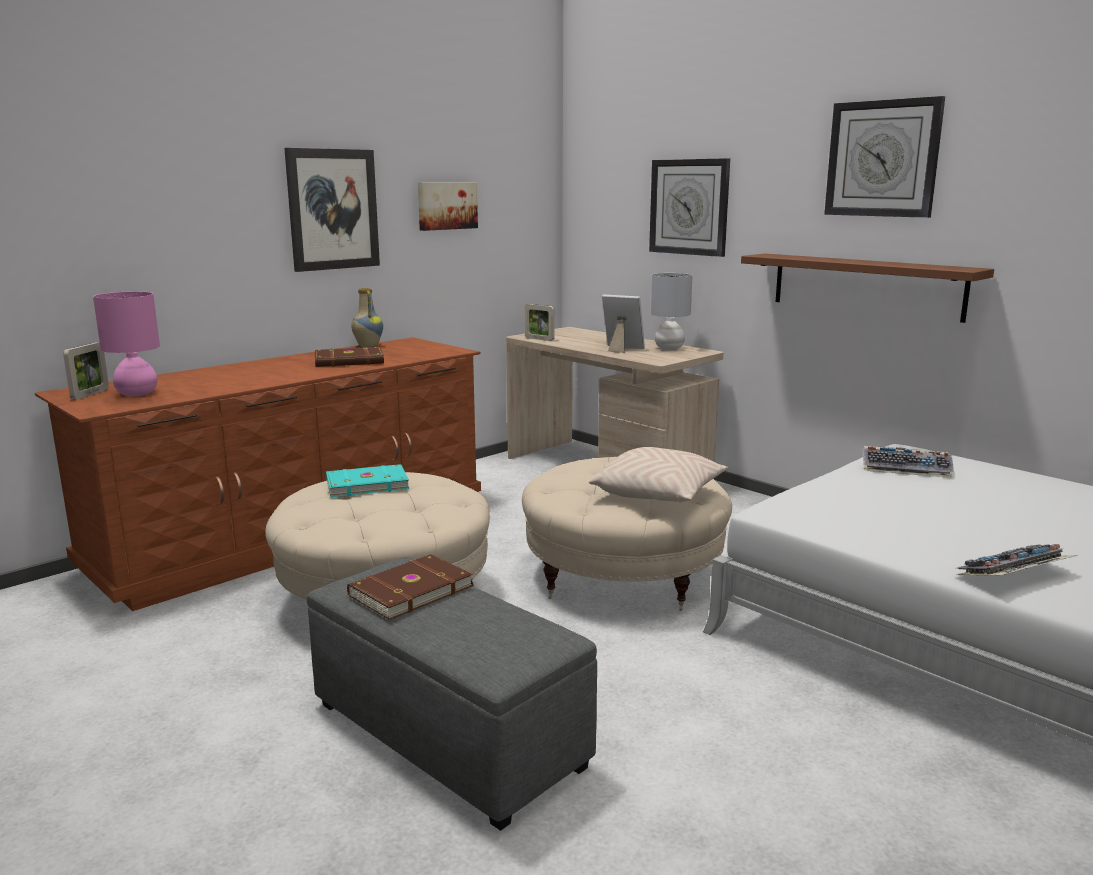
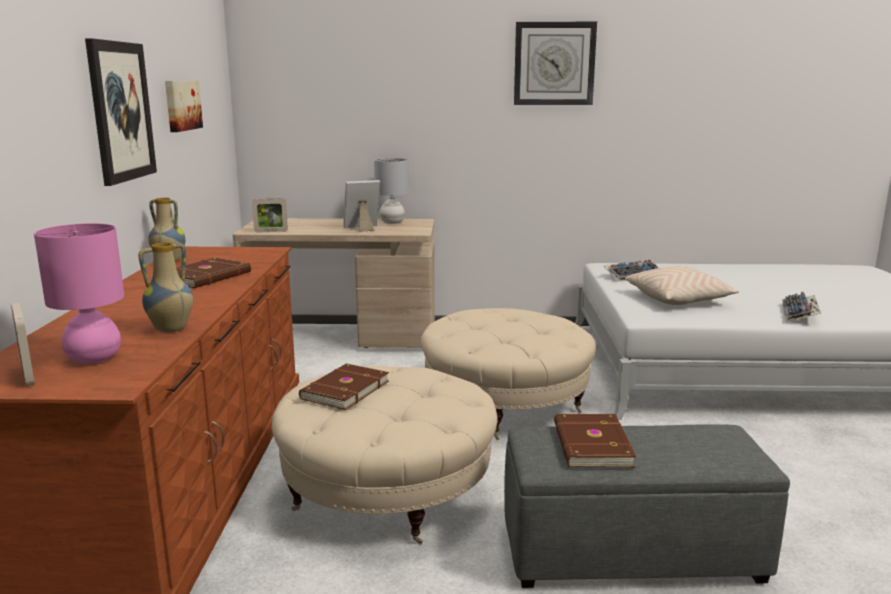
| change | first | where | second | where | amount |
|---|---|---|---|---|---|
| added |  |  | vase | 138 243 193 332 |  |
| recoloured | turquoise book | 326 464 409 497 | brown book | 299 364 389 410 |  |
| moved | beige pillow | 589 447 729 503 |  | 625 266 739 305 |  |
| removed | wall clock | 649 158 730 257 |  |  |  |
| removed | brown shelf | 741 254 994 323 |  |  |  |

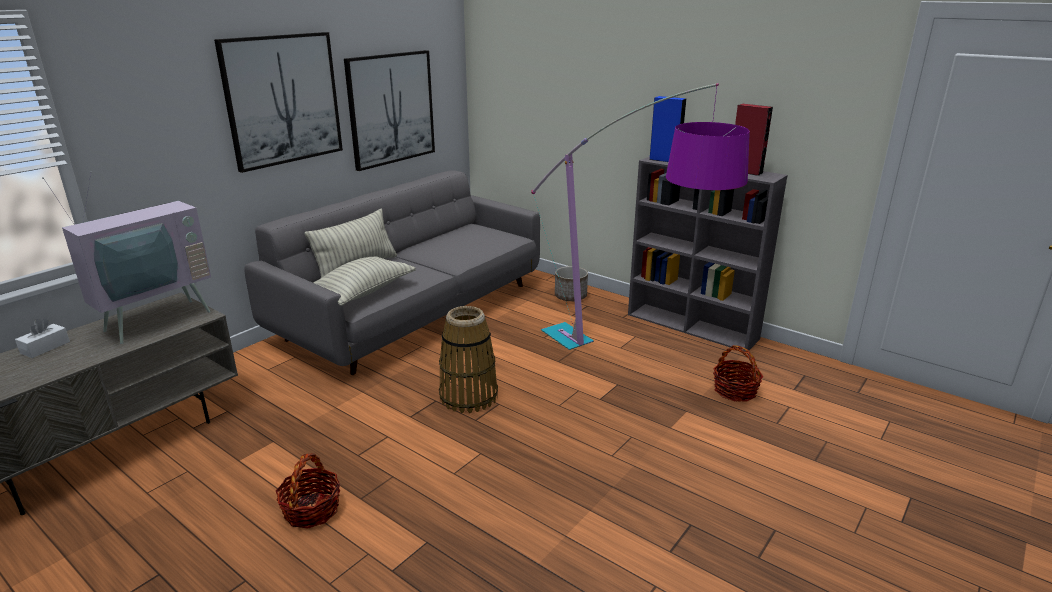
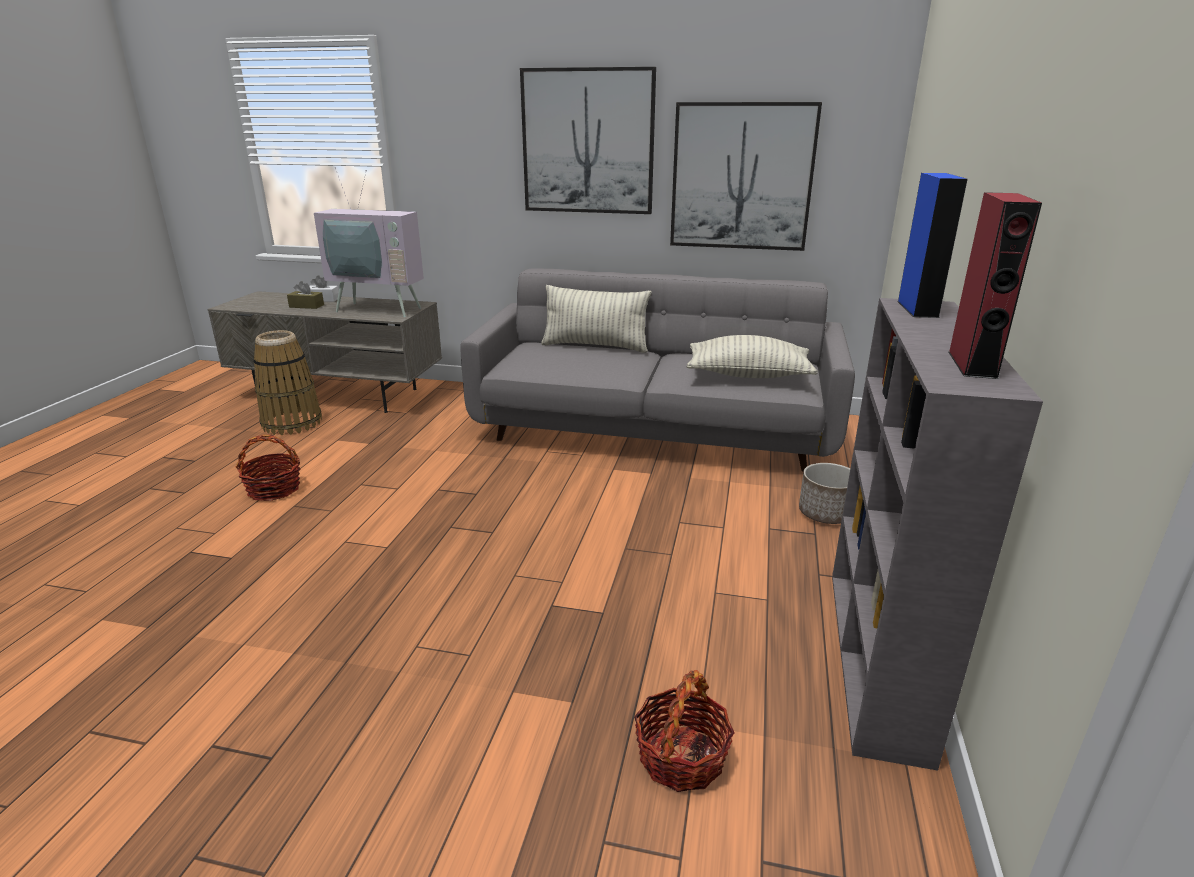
| change | first | where | second | where | amount |
|---|---|---|---|---|---|
| moved | basket | 439 306 498 413 |  | 254 330 322 435 |  |
| added |  |  | brown tissue box | 287 281 324 309 |  |
| moved | pillow | 313 256 416 306 |  | 686 335 818 378 |  |
| removed | floor lamp | 531 83 750 350 |  |  |  |

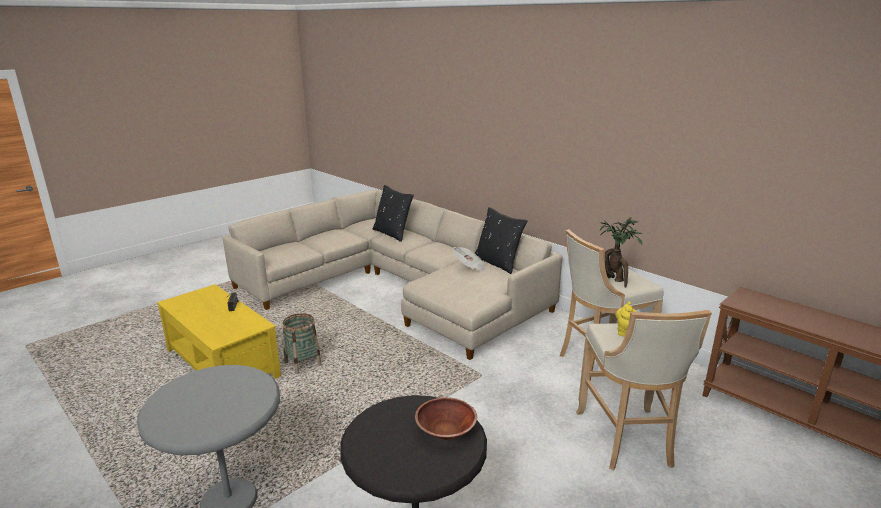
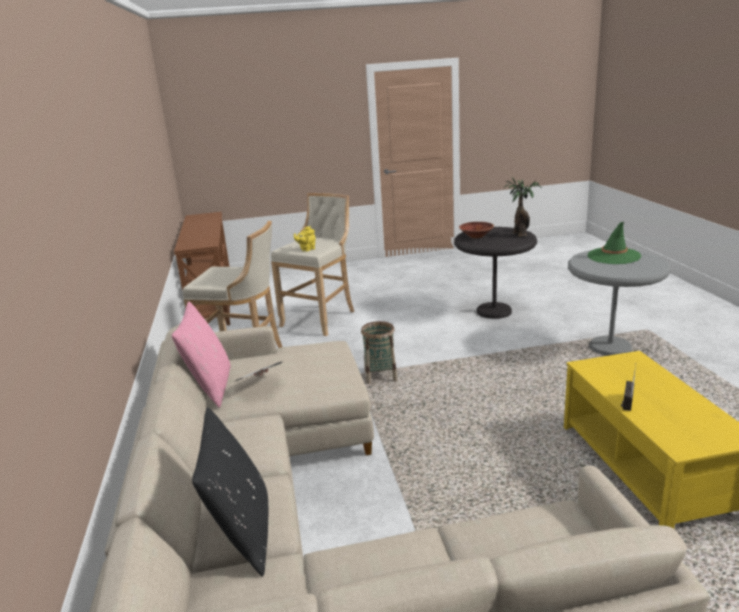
| change | first | where | second | where | amount |
|---|---|---|---|---|---|
| recoloured | black pillow | 475 207 527 274 | pink pillow | 172 301 231 408 |  |
| moved | basket | 283 313 322 374 |  | 361 321 397 384 |  |
| moved | potted plant | 599 217 642 288 |  | 504 177 542 237 |  |
| added |  |  | green hat | 588 222 641 264 |  |

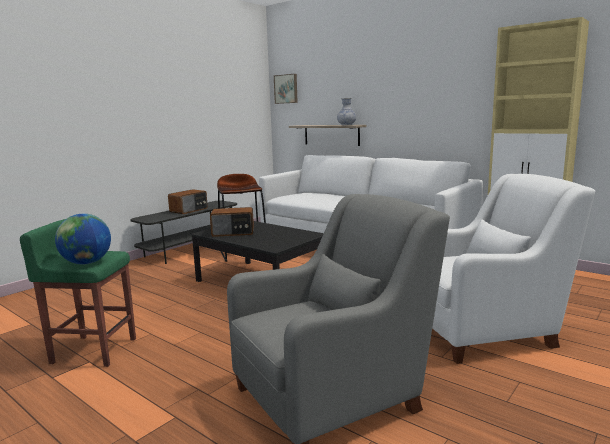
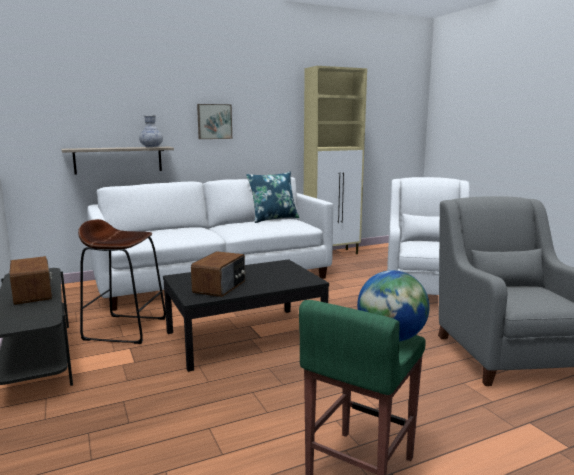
| change | first | where | second | where | amount |
|---|---|---|---|---|---|
| moved | picture | 274 74 298 104 |  | 197 104 232 139 |  |
| added |  |  | blue pillow | 246 172 299 223 |  |

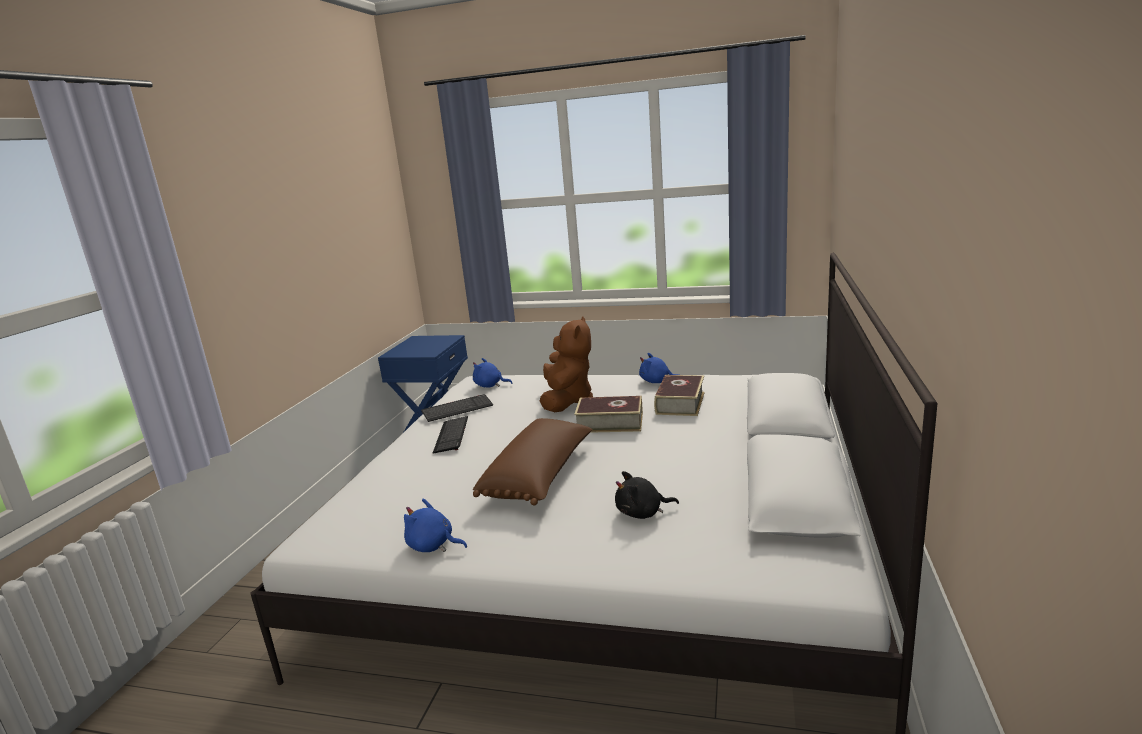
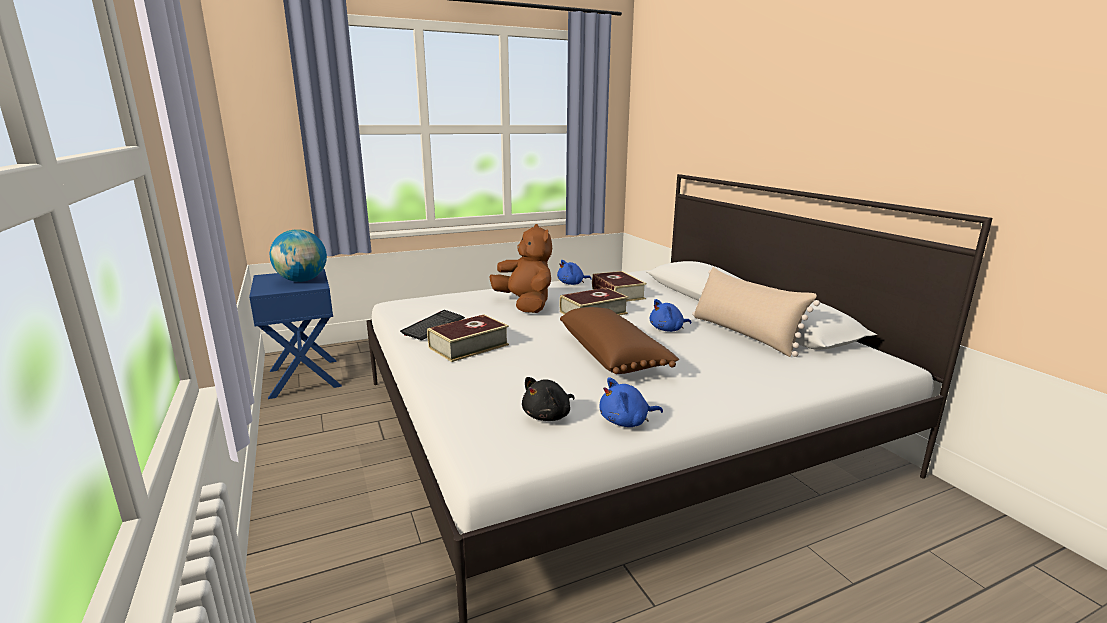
| change | first | where | second | where | amount |
|---|---|---|---|---|---|
| added |  |  | globe | 269 229 327 282 |  |
| replaced | keyboard | 433 416 468 453 | book | 427 314 509 362 |  |
| moved | black plush toy | 615 471 679 519 |  | 522 377 575 421 |  |
| moved | blue plush toy | 473 358 513 387 |  | 650 299 691 332 |  |
| added |  |  | beige pillow | 692 267 820 357 |  |

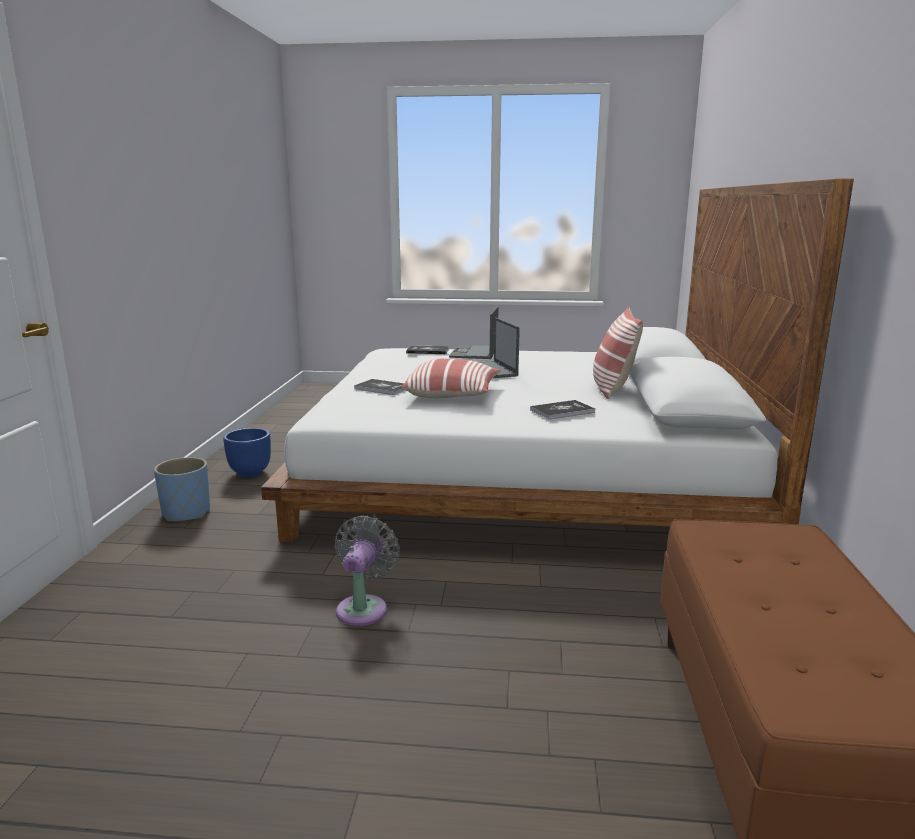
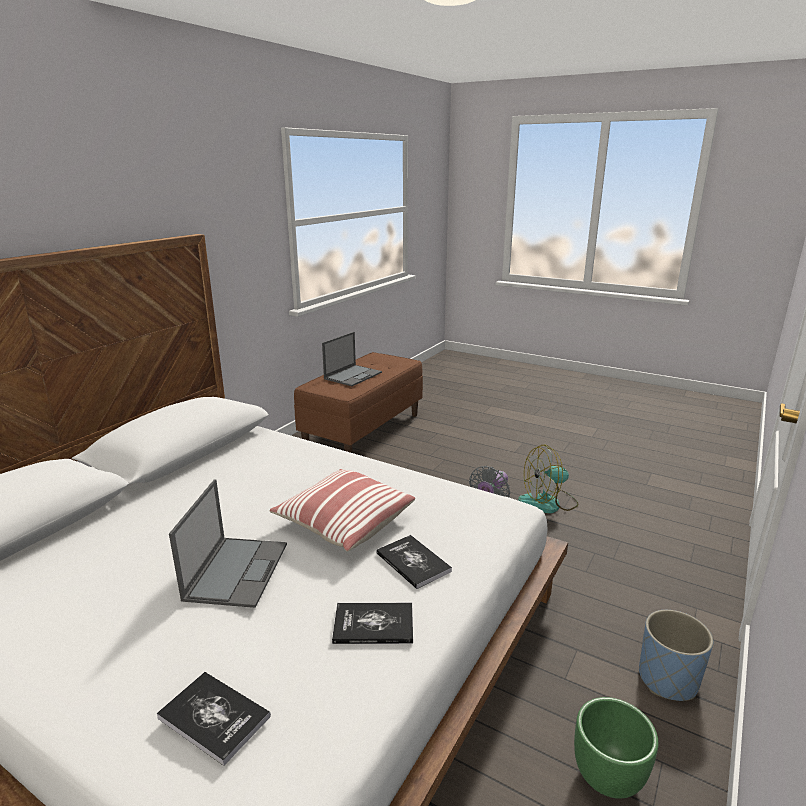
| change | first | where | second | where | amount |
|---|---|---|---|---|---|
| moved | laptop | 449 306 499 359 |  | 322 332 382 386 |  |
| moved | book | 530 400 595 419 |  | 332 603 413 644 |  |
| added |  |  | fan | 518 445 579 513 |  |
| recoloured | blue planter | 223 428 271 478 | green planter | 574 697 658 799 |  |
| removed | pillow | 593 306 643 399 |  |  |  |

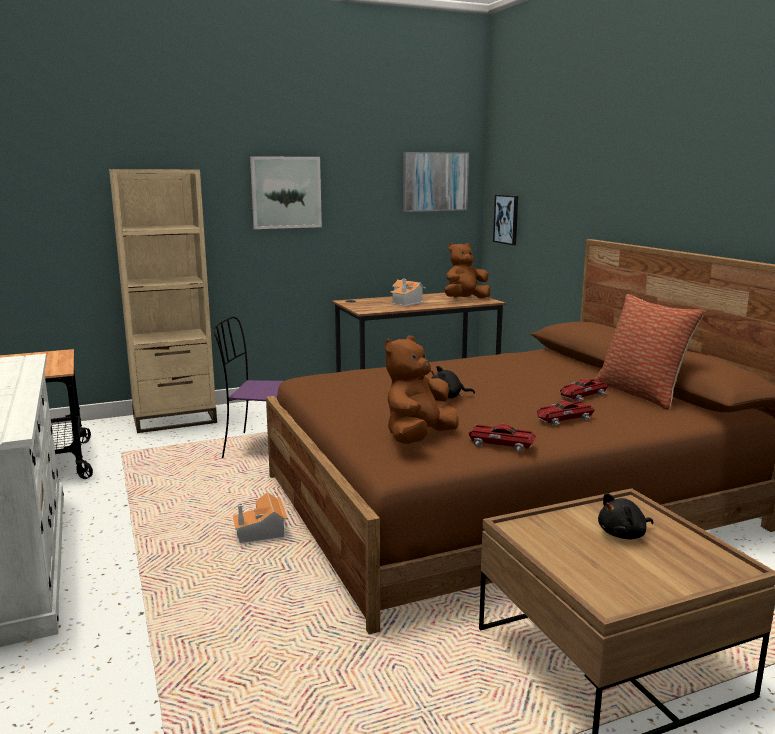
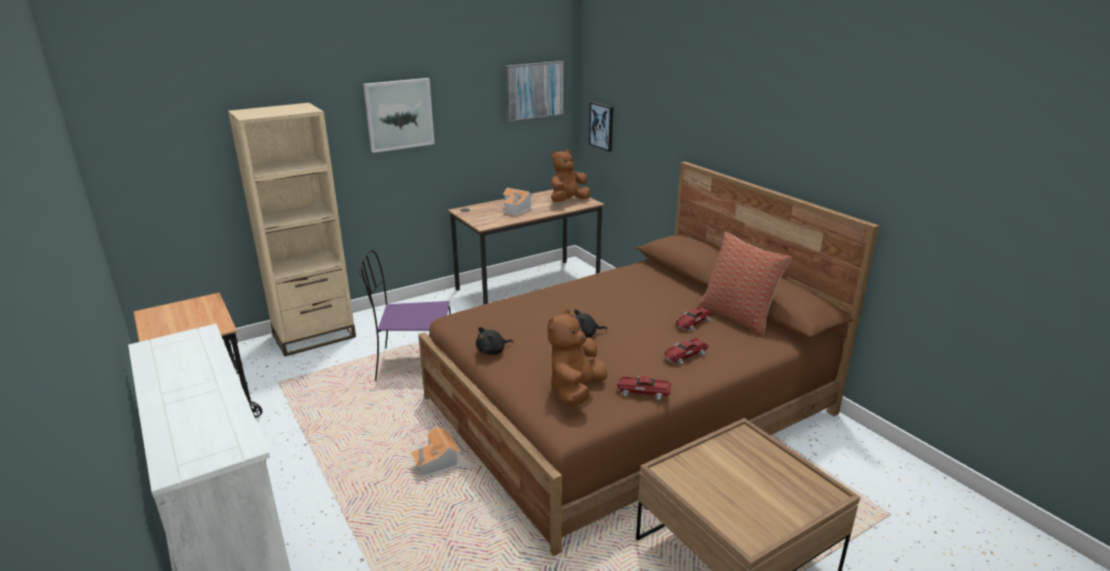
| change | first | where | second | where | amount |
|---|---|---|---|---|---|
| moved | black plush toy | 598 493 653 539 |  | 476 327 513 355 |  |

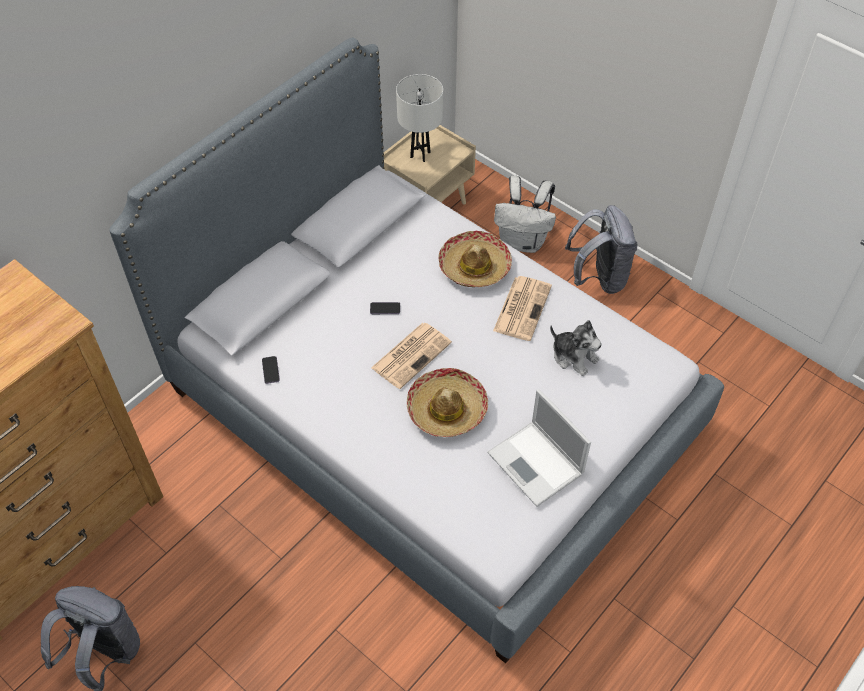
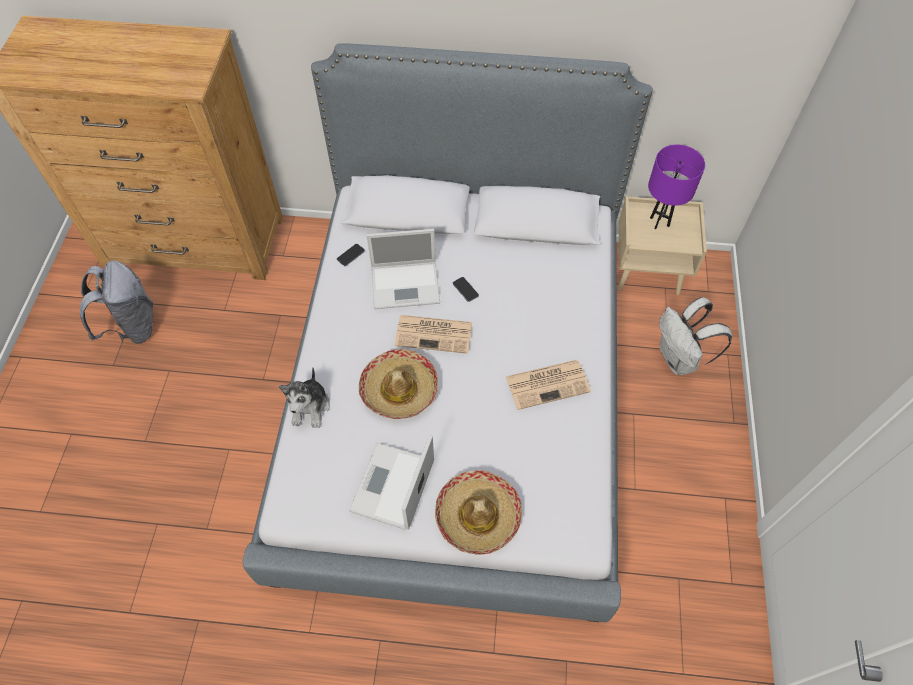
| change | first | where | second | where | amount |
|---|---|---|---|---|---|
| moved | plush toy | 550 320 602 376 |  | 279 367 330 428 |  |
| added |  |  | laptop | 366 229 440 309 |  |
| moved | hat | 438 231 512 287 |  | 435 470 522 555 |  |
| recoloured | white table lamp | 396 74 443 162 | purple table lamp | 648 145 705 229 |  |
| removed | grey backpack | 565 205 637 294 |  |  |  |

